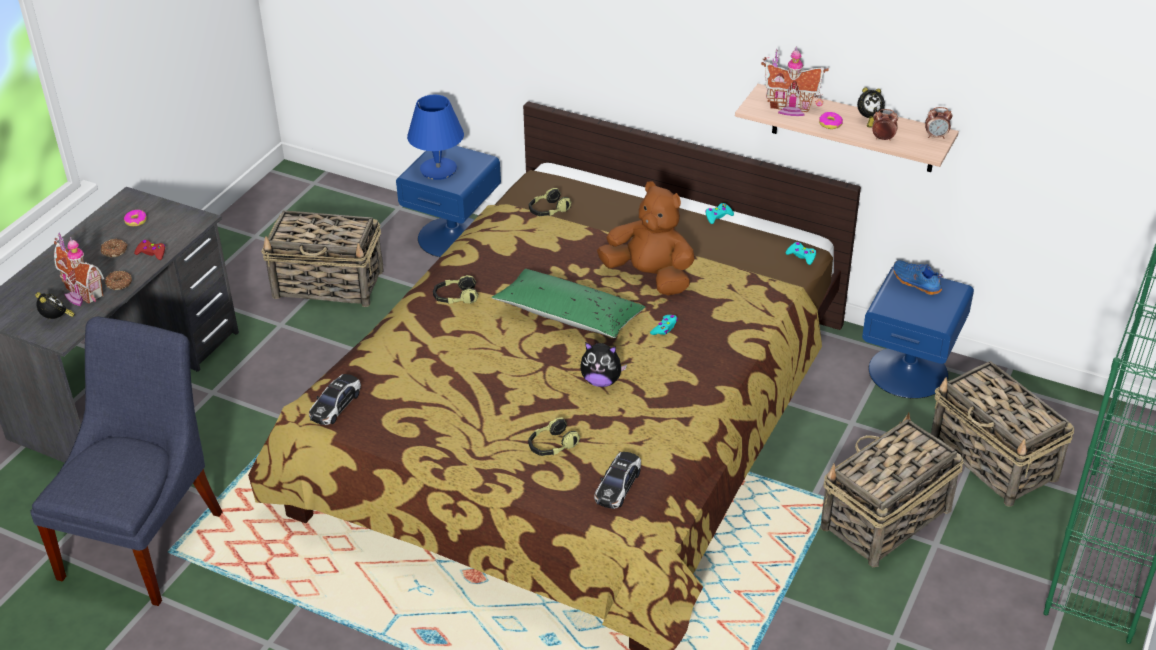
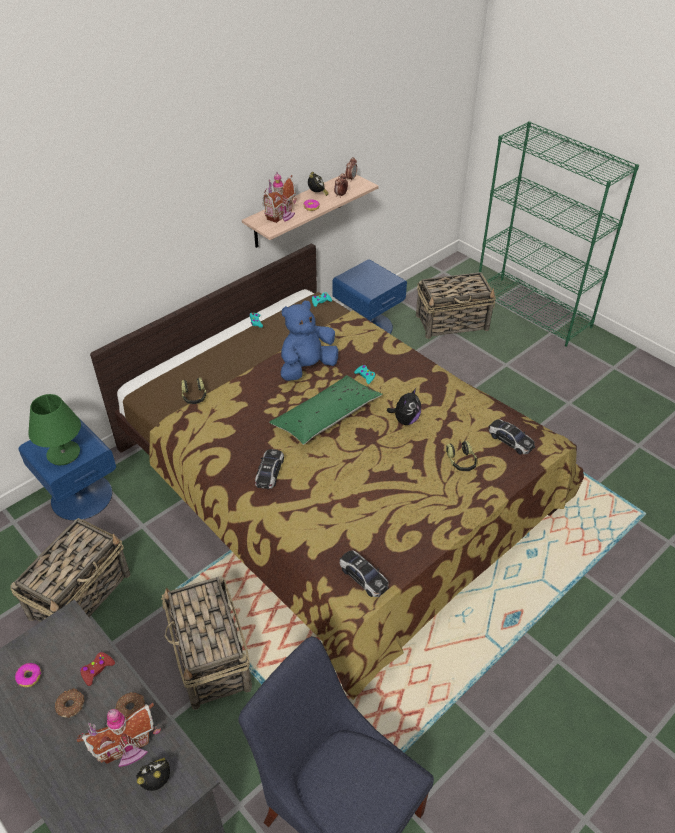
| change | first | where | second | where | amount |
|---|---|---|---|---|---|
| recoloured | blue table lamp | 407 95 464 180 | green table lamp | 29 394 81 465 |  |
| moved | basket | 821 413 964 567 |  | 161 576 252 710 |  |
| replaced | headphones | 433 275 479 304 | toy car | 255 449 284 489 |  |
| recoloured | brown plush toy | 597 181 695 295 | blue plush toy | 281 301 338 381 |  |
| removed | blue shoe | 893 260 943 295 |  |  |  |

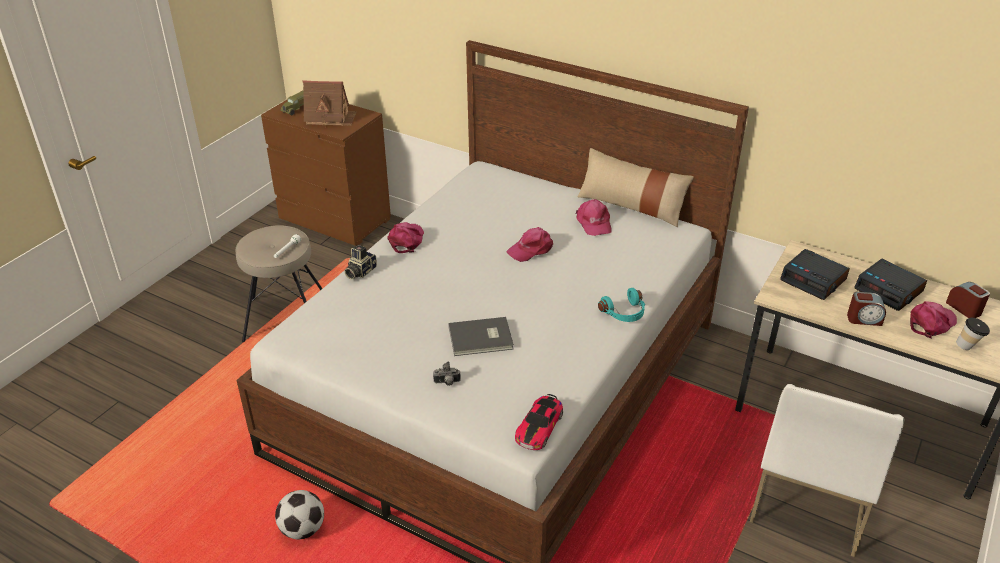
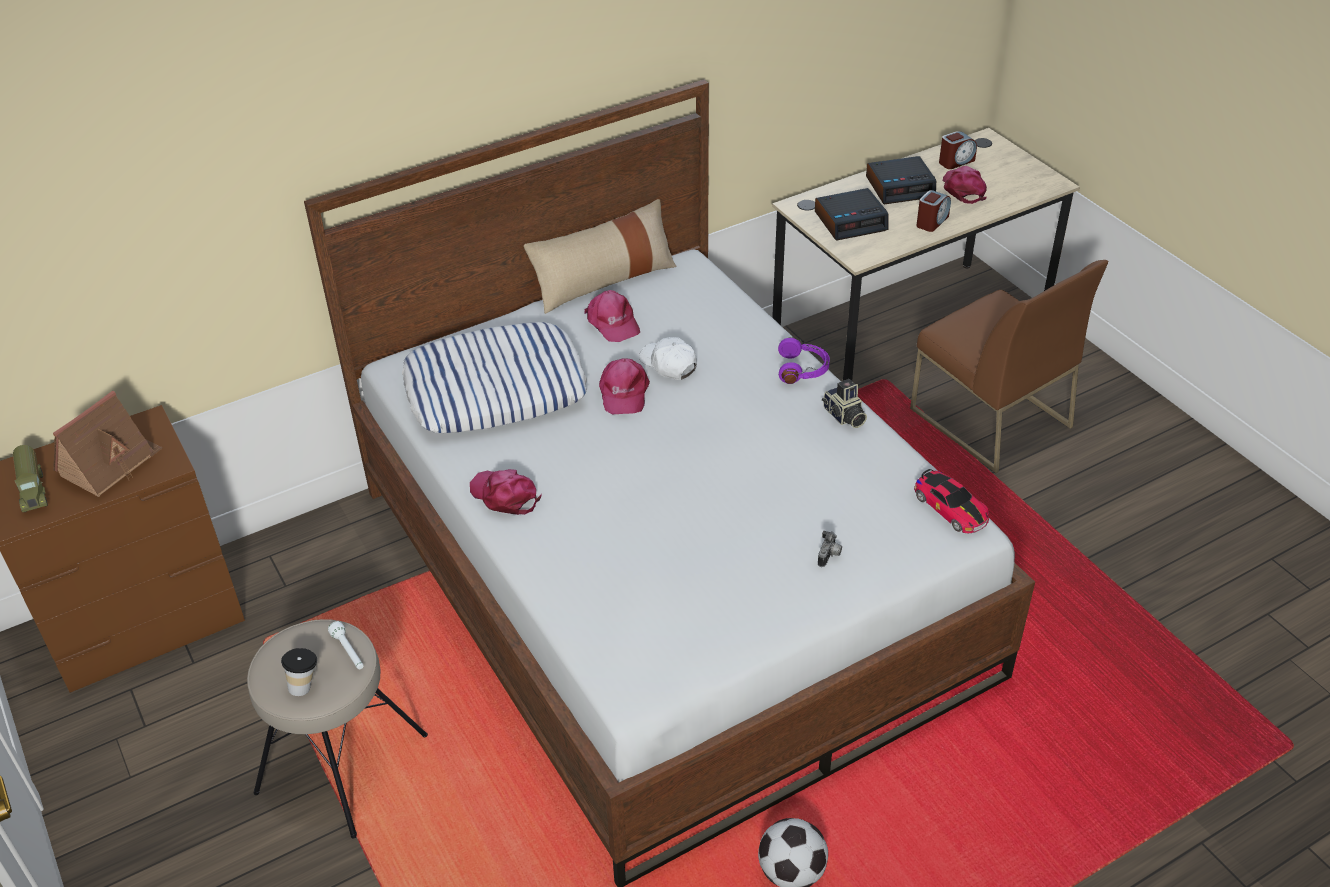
| change | first | where | second | where | amount |
|---|---|---|---|---|---|
| moved | cup | 956 318 990 350 |  | 281 648 317 696 |  |
| added |  |  | pillow | 402 322 587 433 |  |
| turned | pink cap | 576 199 612 236 |  | 584 290 640 342 | 45 degrees clockwise |
| added |  |  | white cap | 639 337 697 380 |  |
| recoloured | turquoise headphones | 598 288 645 322 | purple headphones | 778 337 830 384 |  |
| moved | photo camera | 344 245 377 280 |  | 822 379 867 428 |  |
| recoloured | white chair | 750 384 905 557 | brown chair | 910 260 1108 473 |  |
| turned | alarm clock | 946 282 990 318 |  | 939 131 977 169 | 150 degrees clockwise |
| removed | grey book | 449 317 514 356 |  |  |  |

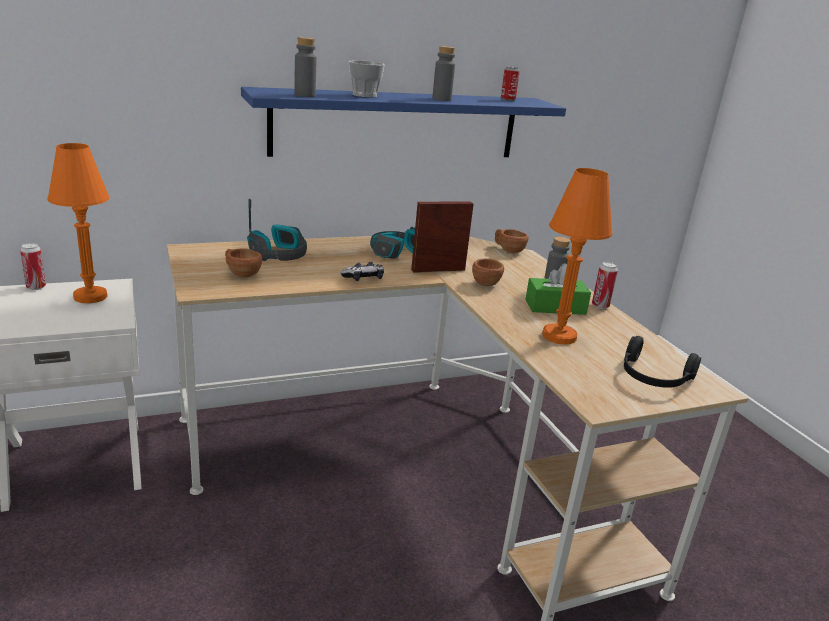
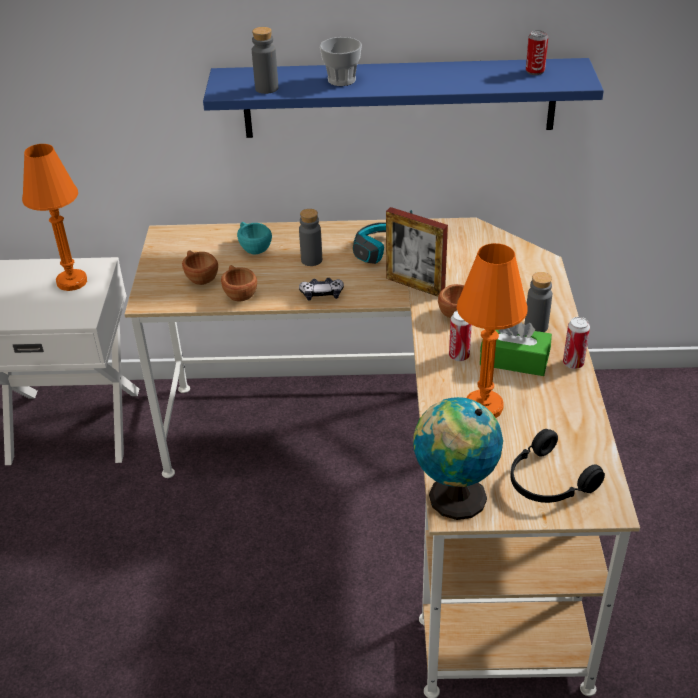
| change | first | where | second | where | amount |
|---|---|---|---|---|---|
| moved | brown cup | 495 229 529 253 |  | 221 265 257 302 |  |
| replaced | headphones | 247 199 307 261 | turquoise cup | 237 222 272 254 |  |
| moved | grey bottle | 432 46 455 101 |  | 299 209 322 266 |  |
| turned | picture frame | 411 201 474 273 |  | 386 207 448 297 | 150 degrees counterclockwise |
| added |  |  | globe | 413 397 503 520 |  |
| moved | can | 20 243 46 290 |  | 449 311 472 361 |  |

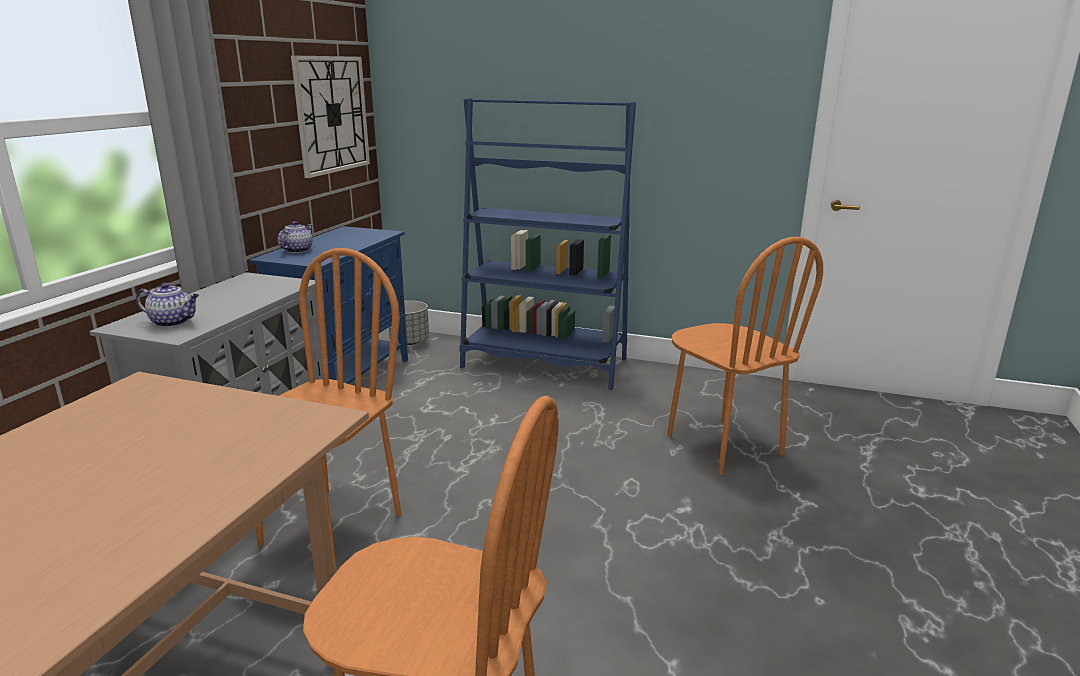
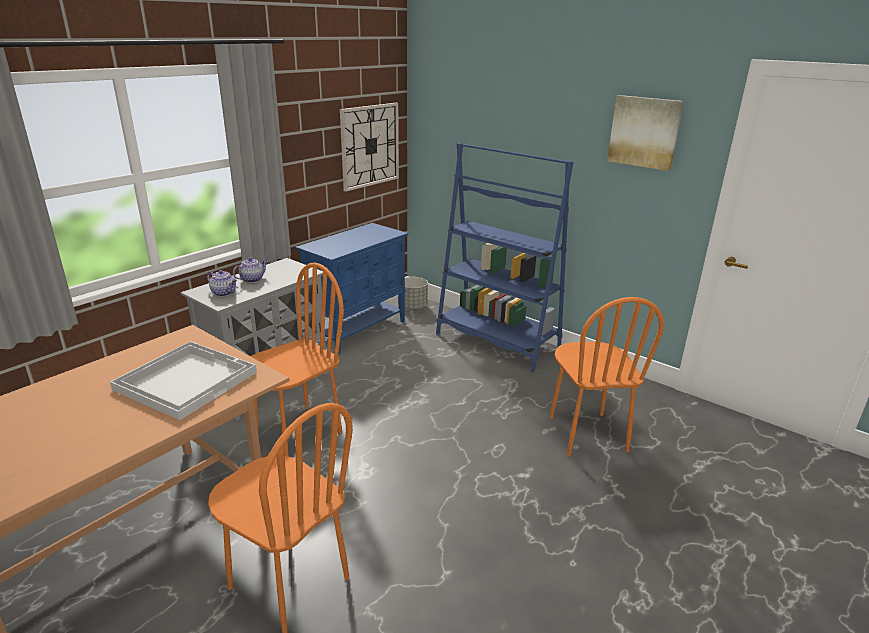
| change | first | where | second | where | amount |
|---|---|---|---|---|---|
| added |  |  | white tray | 110 341 257 420 |  |
| moved | teapot | 278 221 313 253 |  | 233 257 268 283 |  |
| added |  |  | picture | 607 95 684 171 |  |

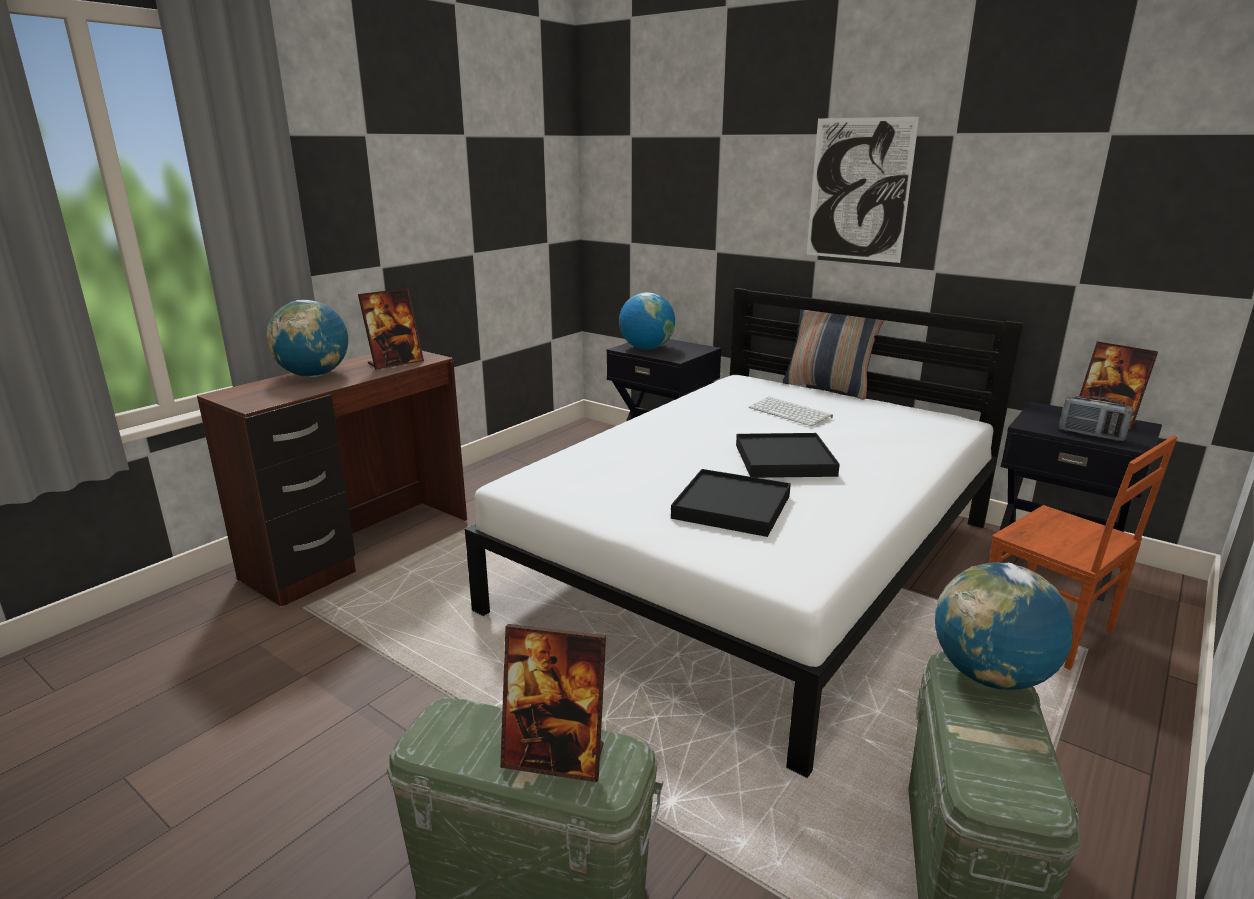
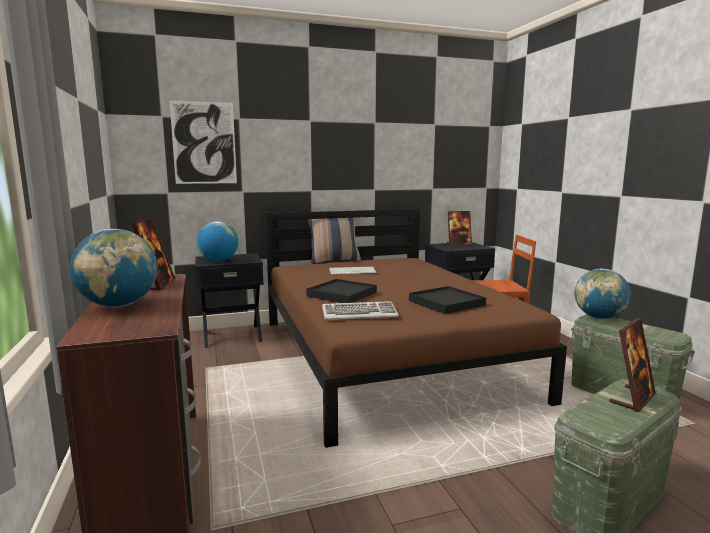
| change | first | where | second | where | amount |
|---|---|---|---|---|---|
| moved | picture | 807 117 919 263 |  | 169 100 237 184 |  |
| recoloured | white bed | 465 288 1024 778 | brown bed | 265 208 567 448 |  |
| moved | black tray | 736 433 840 478 |  | 306 279 377 303 |  |
| added |  |  | keyboard | 322 301 399 320 |  |
| removed | radio | 1059 396 1134 441 |  |  |  |

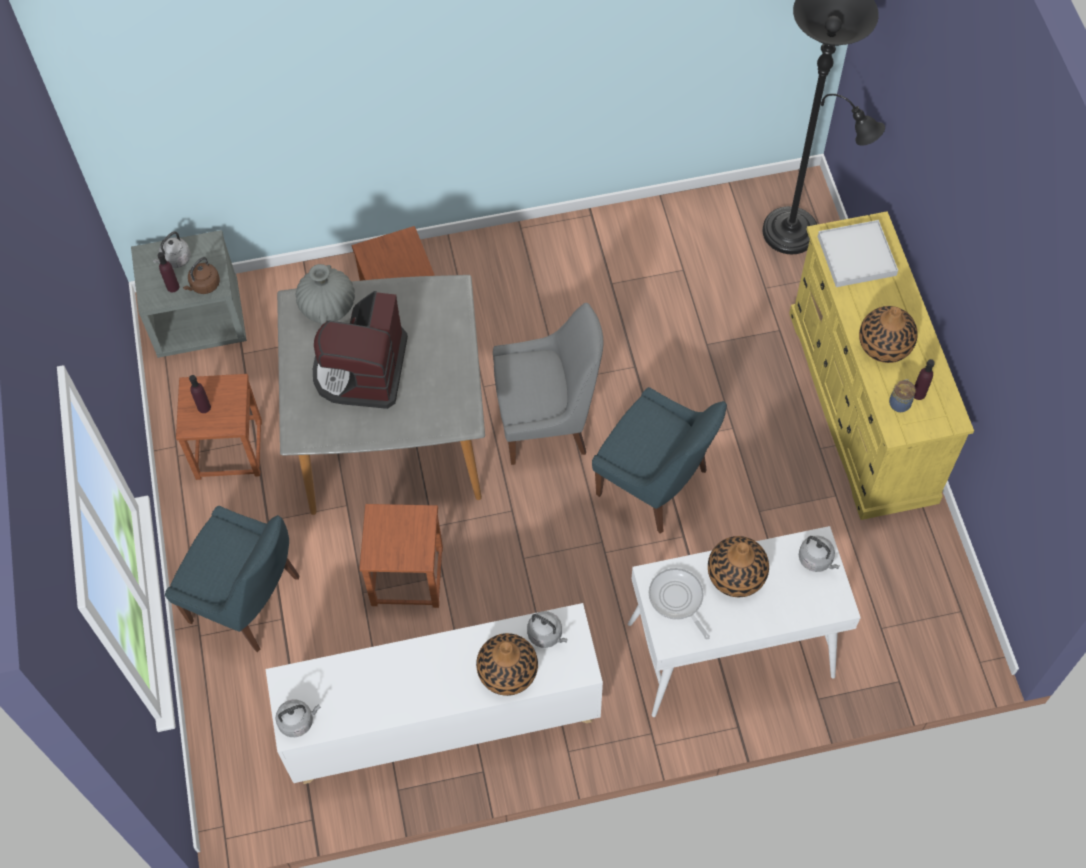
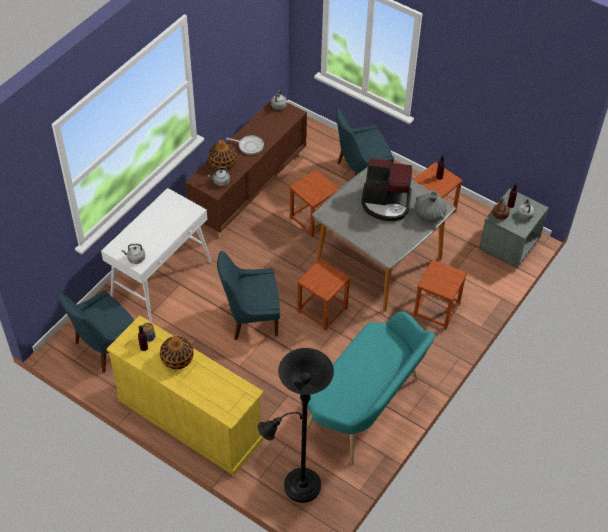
| change | first | where | second | where | amount |
|---|---|---|---|---|---|
| added |  |  | blue chair | 59 290 134 373 |  |
| recoloured | white cabinet | 265 603 603 784 | brown cabinet | 185 101 307 238 |  |
| moved | frying pan | 649 568 710 640 |  | 226 135 264 155 |  |
| replaced | grey chair | 493 303 603 465 | brown stool | 297 259 351 331 |  |
| added |  |  | turquoise bench | 300 311 435 465 |  |
| turned | coffee machine | 313 291 408 409 |  | 361 158 412 221 | 135 degrees clockwise |
| removed | vase | 708 536 769 597 |  |  |  |
| removed | white tray | 818 220 898 287 |  |  |  |

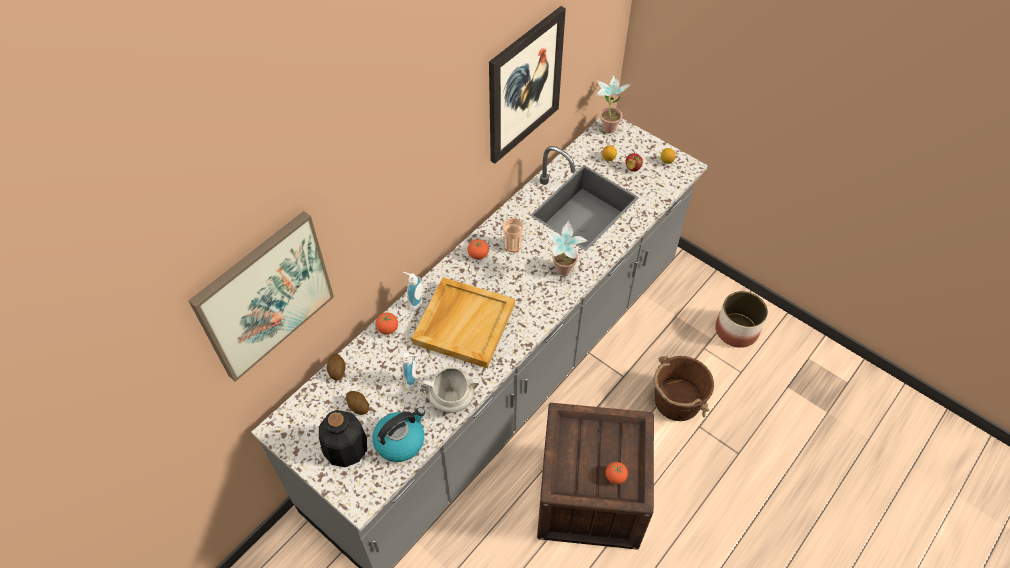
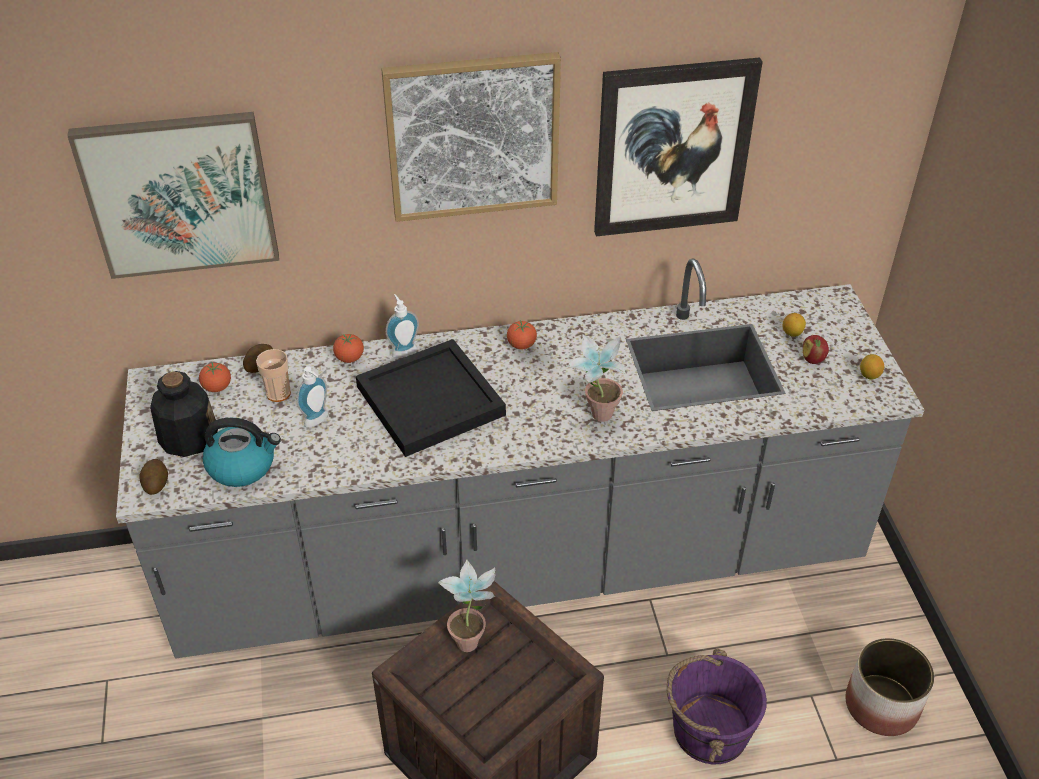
| change | first | where | second | where | amount |
|---|---|---|---|---|---|
| moved | potato | 346 391 369 415 |  | 139 459 168 495 |  |
| moved | tomato | 606 462 628 484 |  | 199 363 231 392 |  |
| moved | cup | 503 218 524 252 |  | 256 349 291 402 |  |
| recoloured | beige tray | 412 277 515 368 | black tray | 356 339 506 457 |  |
| added |  |  | picture | 381 52 561 222 |  |
| moved | potted plant | 596 76 631 133 |  | 438 560 496 652 |  |
| recoloured | brown bucket | 654 356 714 421 | purple bucket | 667 649 767 764 |  |
| removed | white cooking pot | 421 367 479 413 |  |  |  |

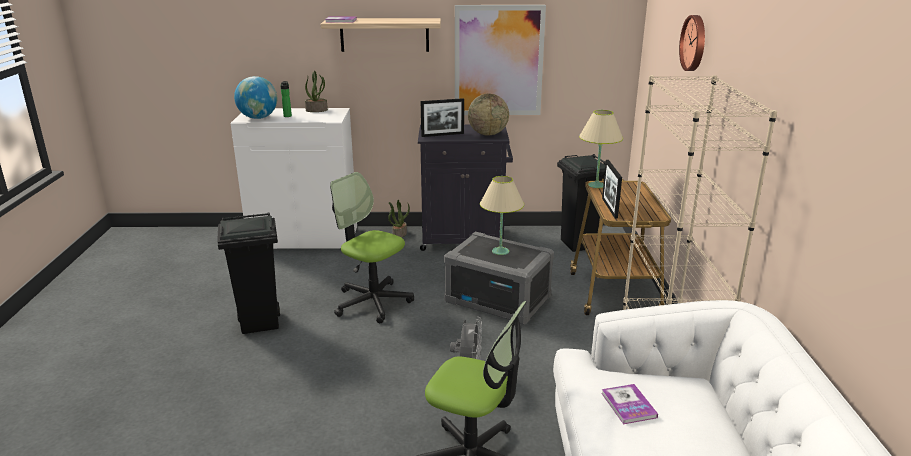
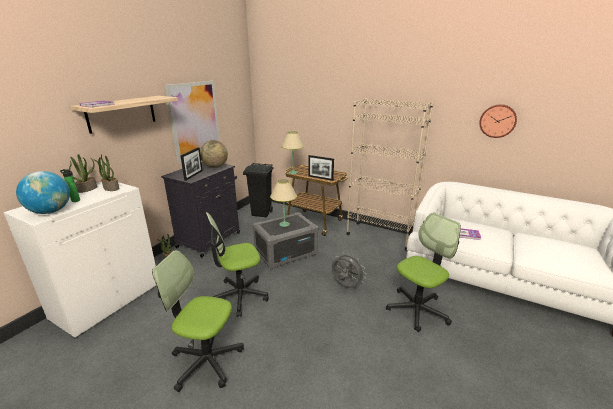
| change | first | where | second | where | amount |
|---|---|---|---|---|---|
| added |  |  | potted plant | 93 154 119 191 |  |
| replaced | black trash can | 217 213 280 334 | office chair | 152 250 244 392 |  |
| moved | wall clock | 679 15 705 71 |  | 479 104 517 138 |  |

